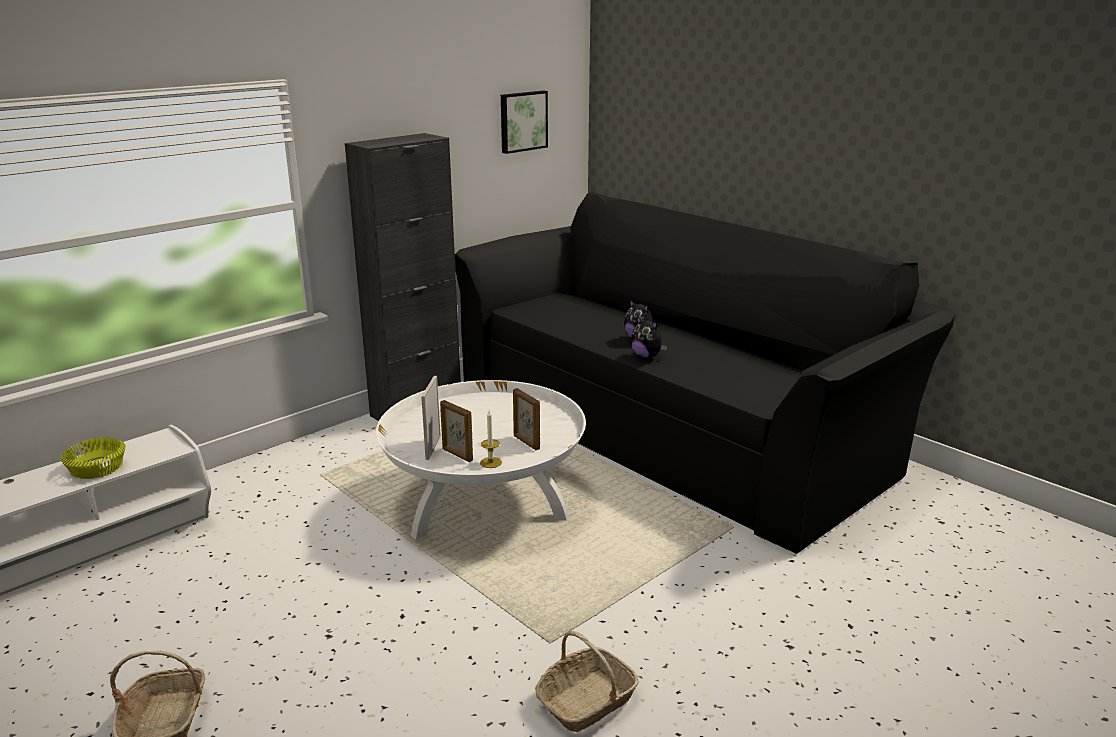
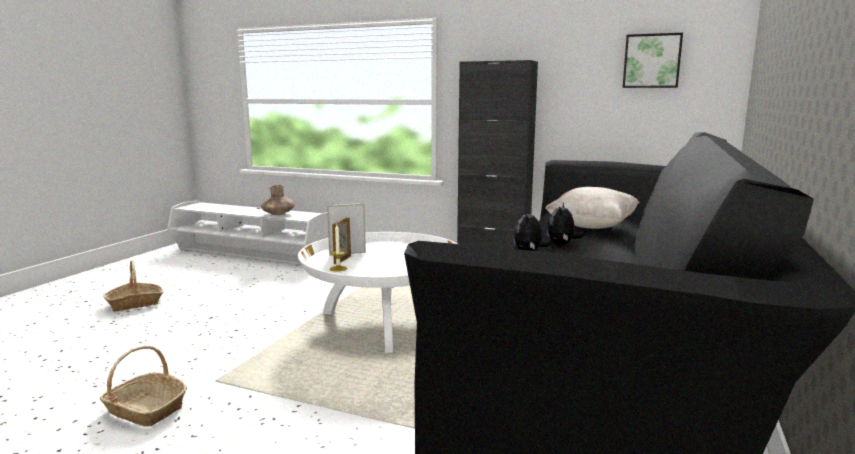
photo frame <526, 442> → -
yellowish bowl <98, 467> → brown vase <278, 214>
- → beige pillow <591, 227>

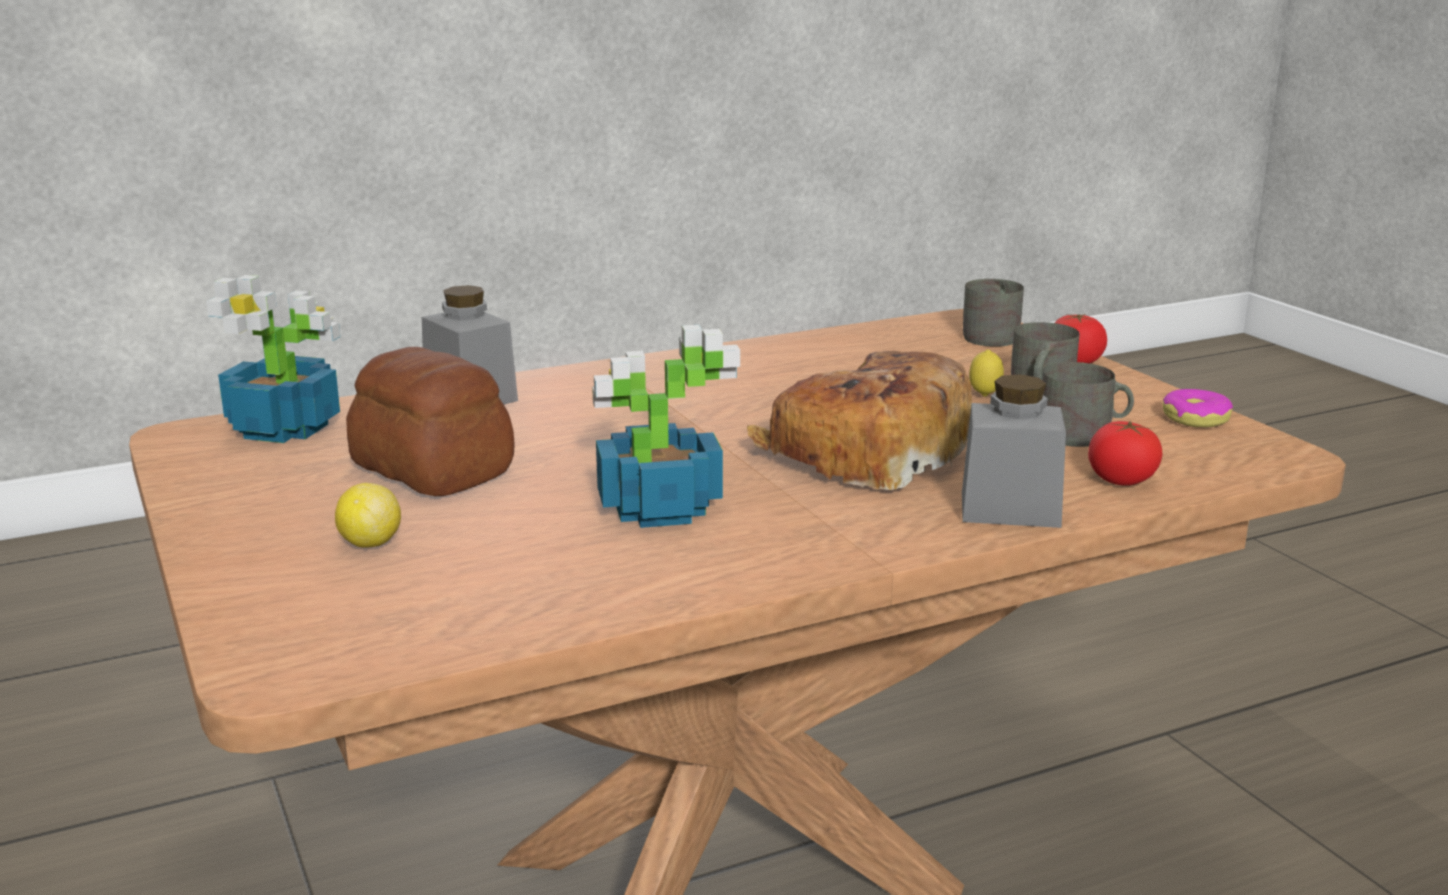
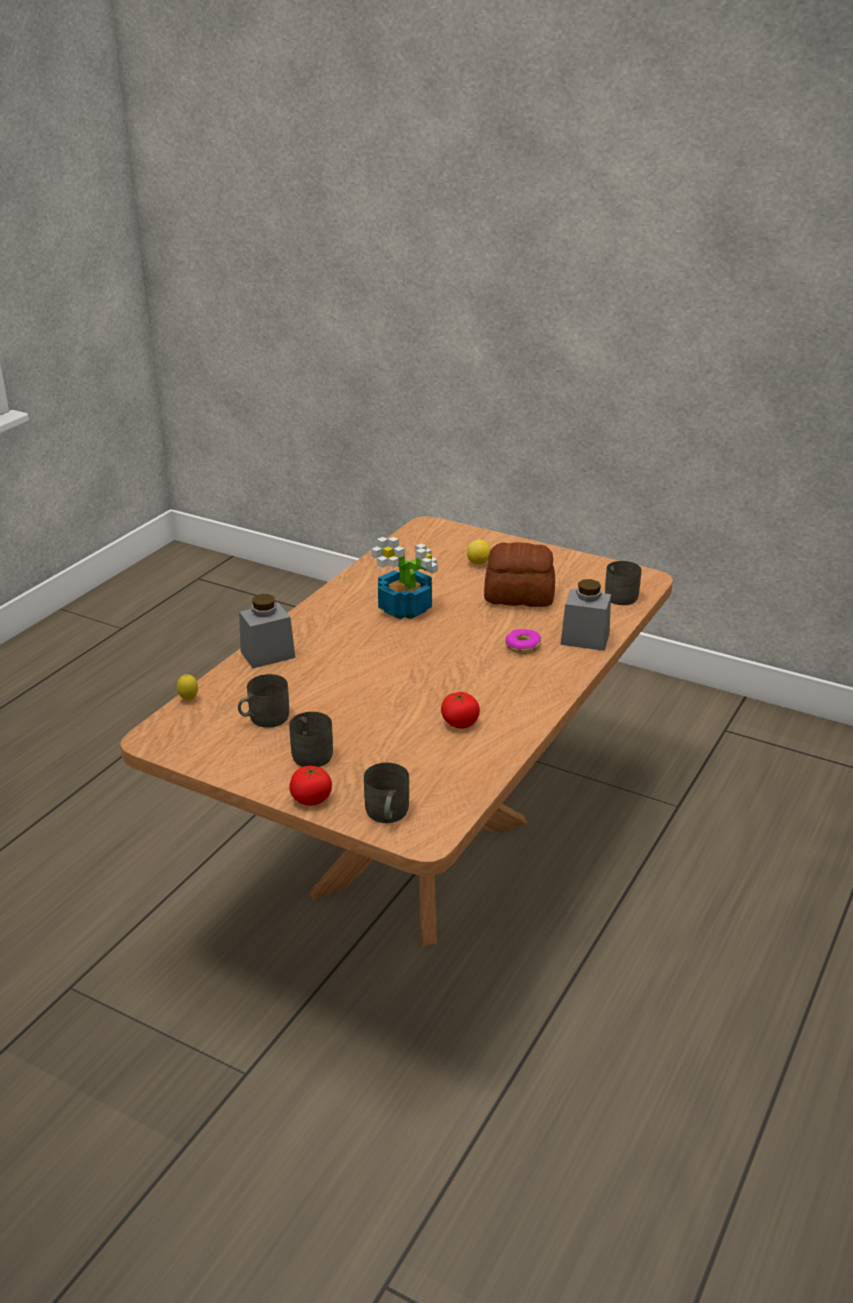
plant in a pot <286, 427> → greyish mug <618, 595>
lemon <984, 396> → lemon <189, 699>, relocated
bakery bread <864, 453> → -
donut <1196, 419> → donut <522, 646>, relocated
tomato <1122, 480> → tomato <460, 723>, relocated

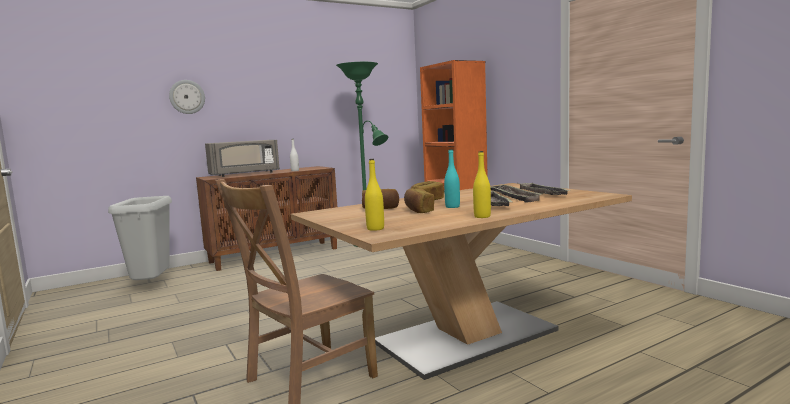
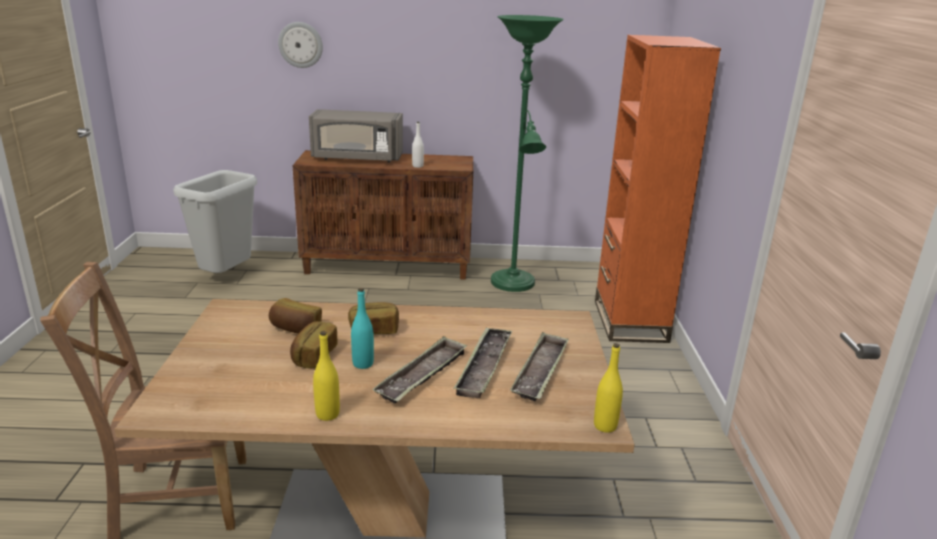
yellowish beverage bottle <375, 229> → yellowish beverage bottle <605, 426>, relocated

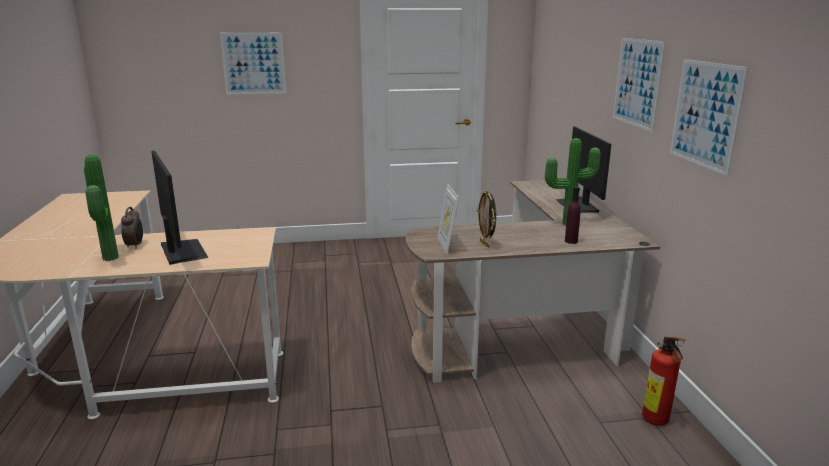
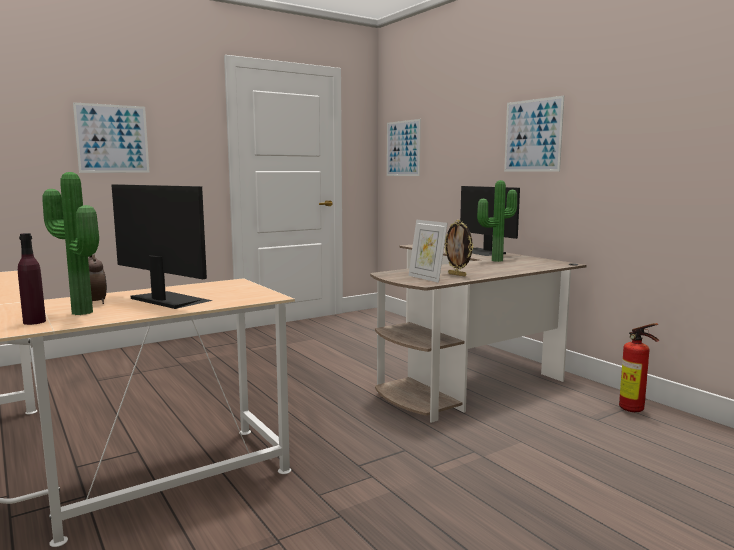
wall picture <705, 114> → wall picture <403, 148>, relocated
purple-coloured beverage bottle <571, 241> → purple-coloured beverage bottle <34, 322>, relocated

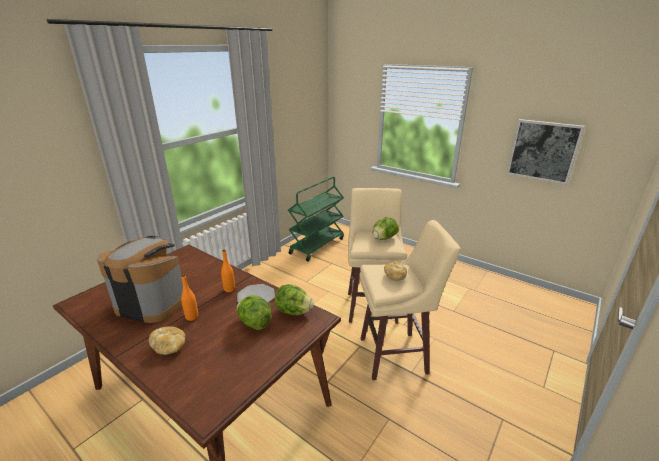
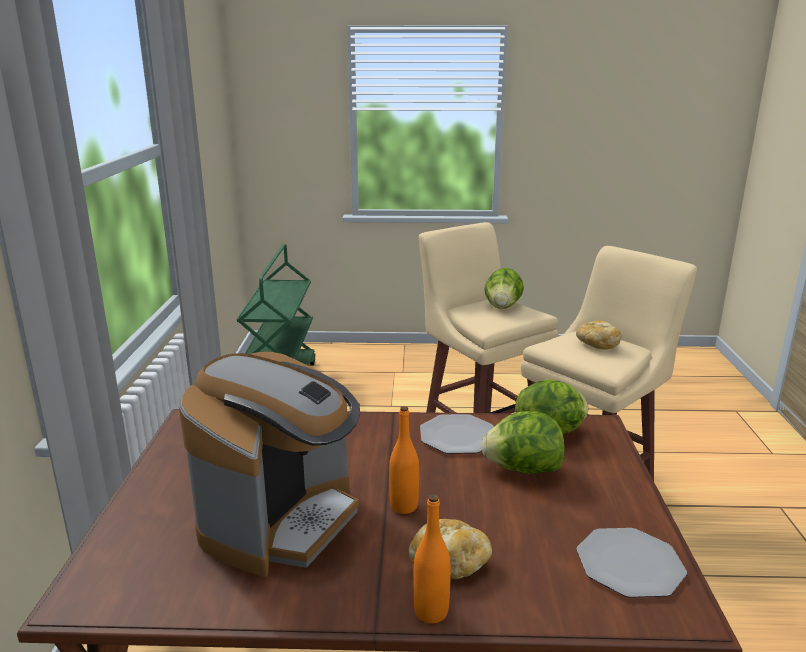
wall picture <543, 151> → -
coffee machine <152, 303> → coffee machine <282, 520>, 135 degrees clockwise
orange beverage bottle <229, 289> → orange beverage bottle <431, 612>, relocated
- → dinner plate <629, 564>

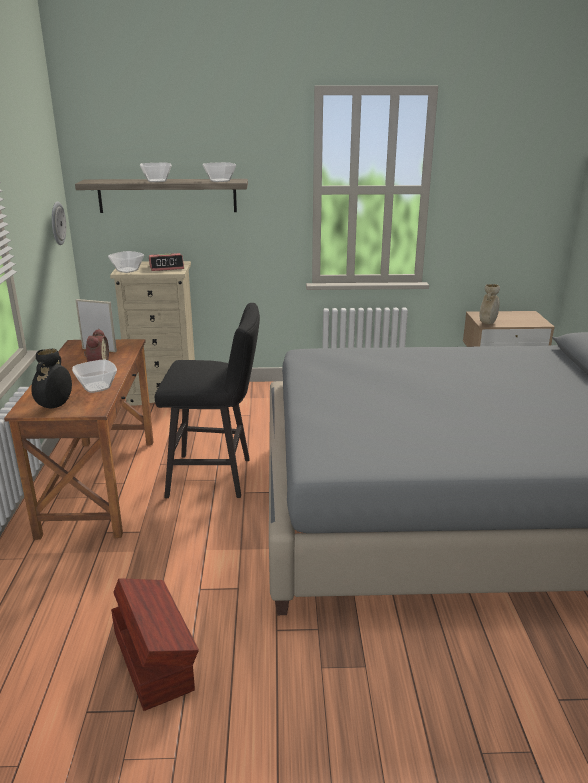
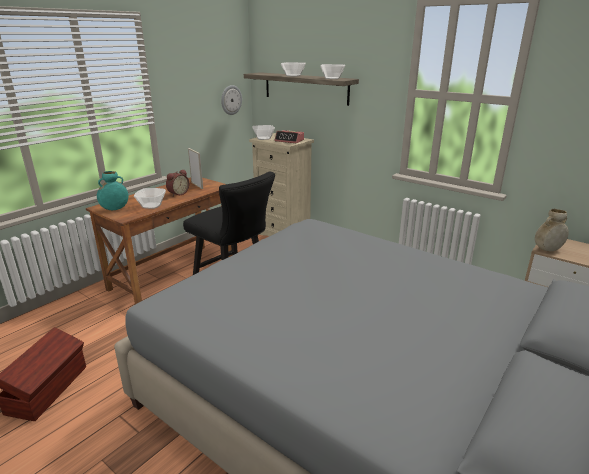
blackish vase <55, 405> → turquoise vase <115, 209>

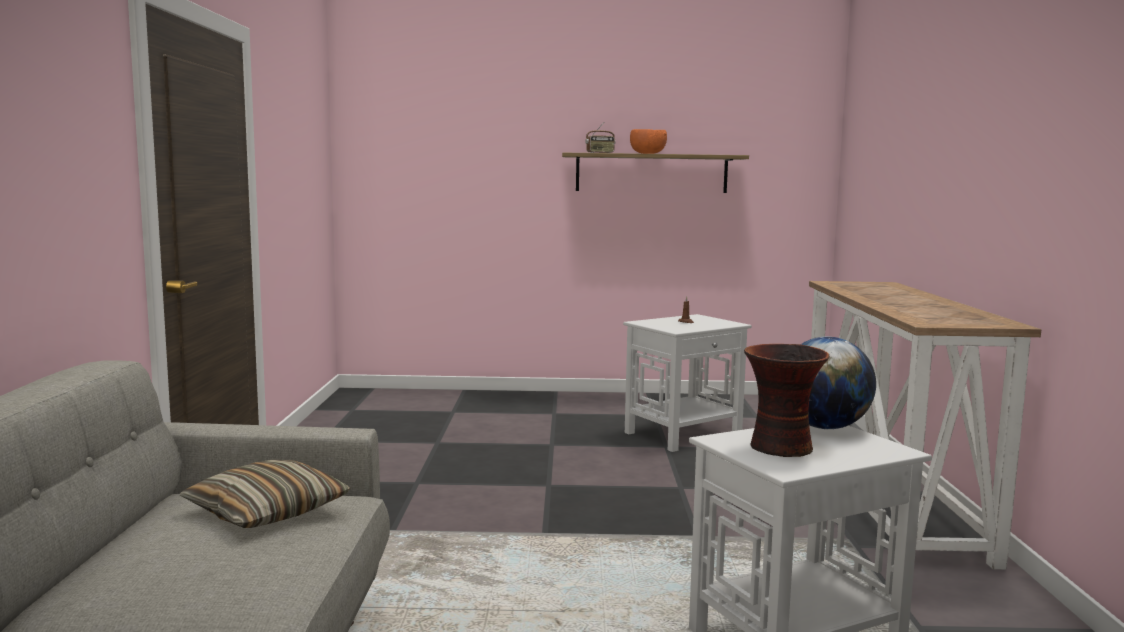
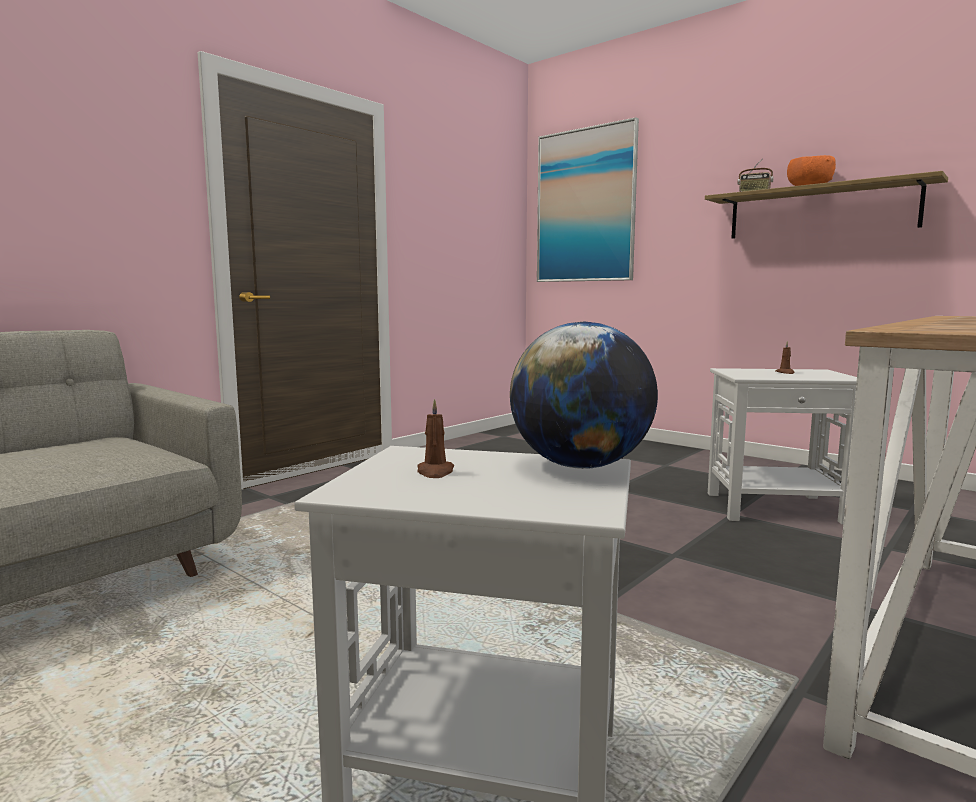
vase <781, 448> → brown candle <435, 472>
pillow <267, 511> → -
- → wall picture <585, 206>

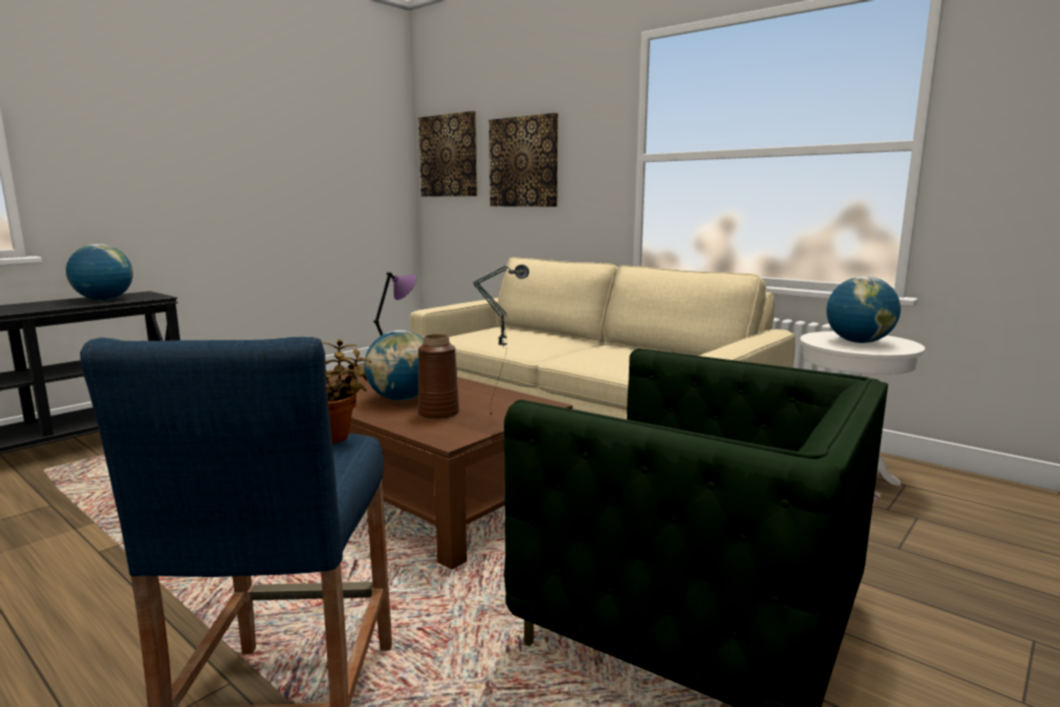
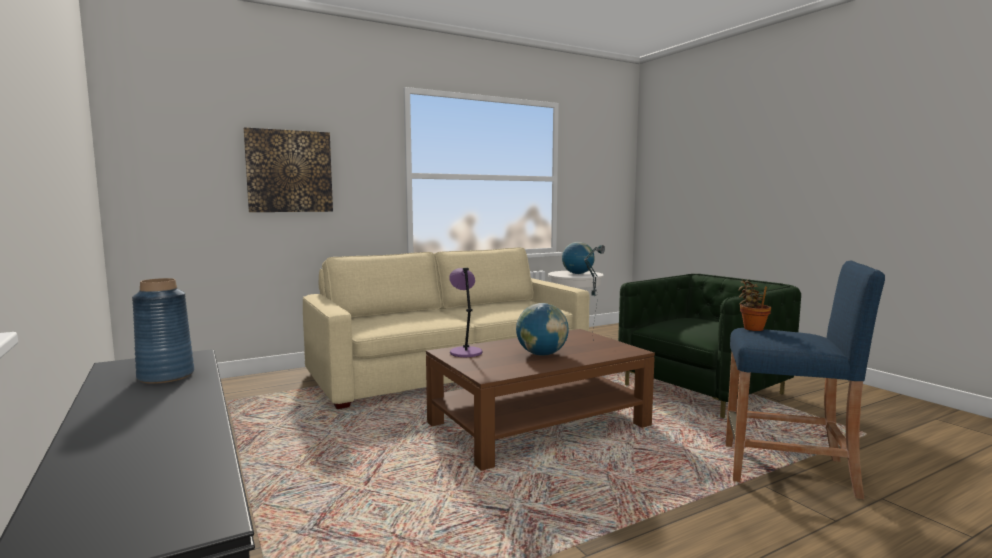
wall picture <449, 156> → -
globe <104, 300> → bluish vase <166, 376>
brown vase <438, 413> → -

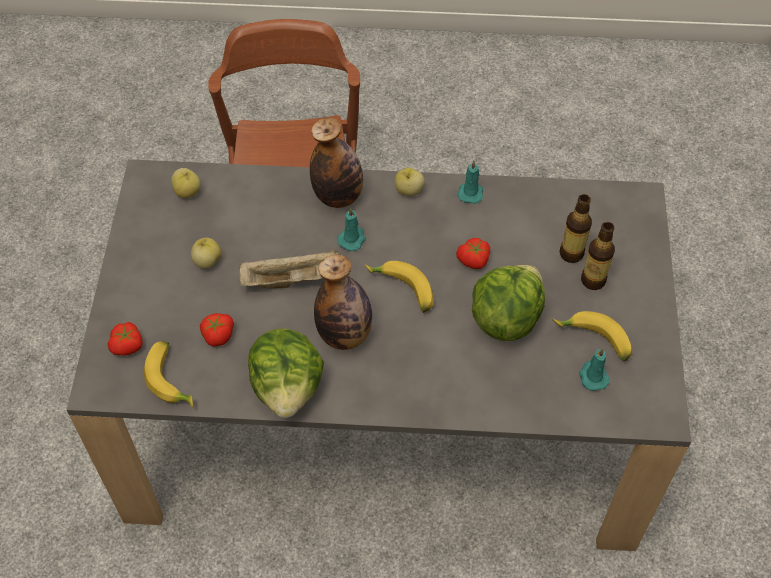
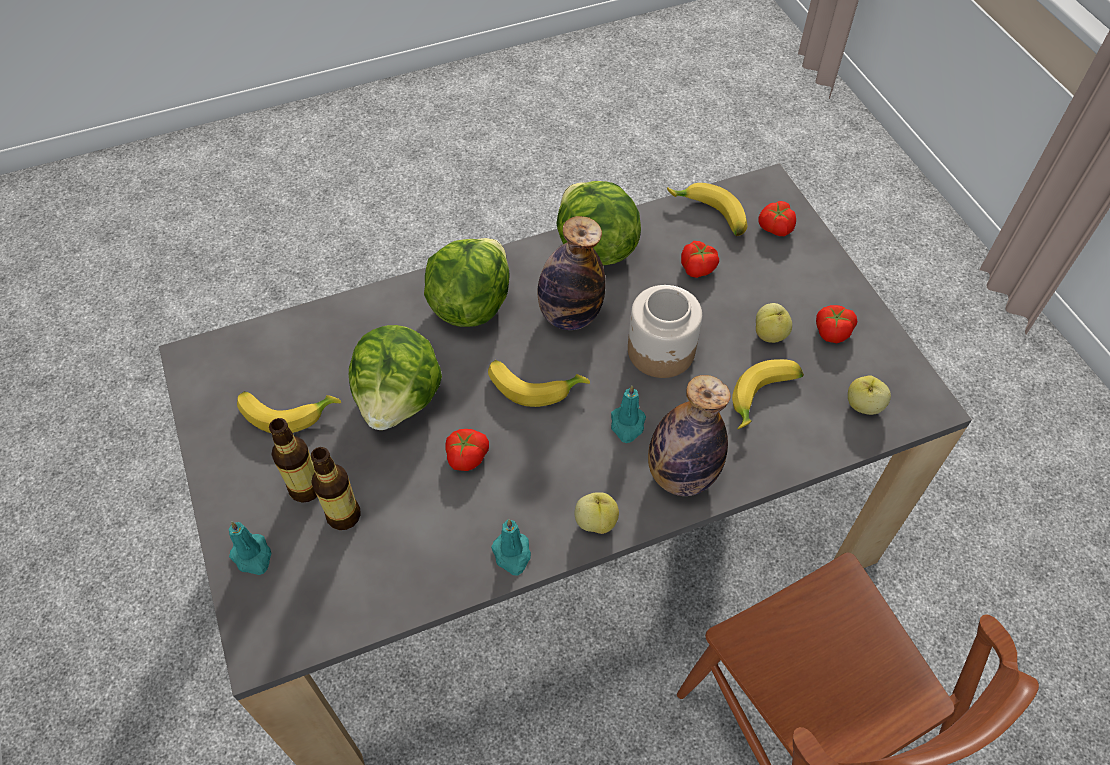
beige serving tray <294, 279> → storage jar <661, 351>
turquoise candle <592, 376> → turquoise candle <253, 556>, relocated
- → lettuce <470, 304>
- → tomato <831, 331>
- → whole banana <764, 399>

